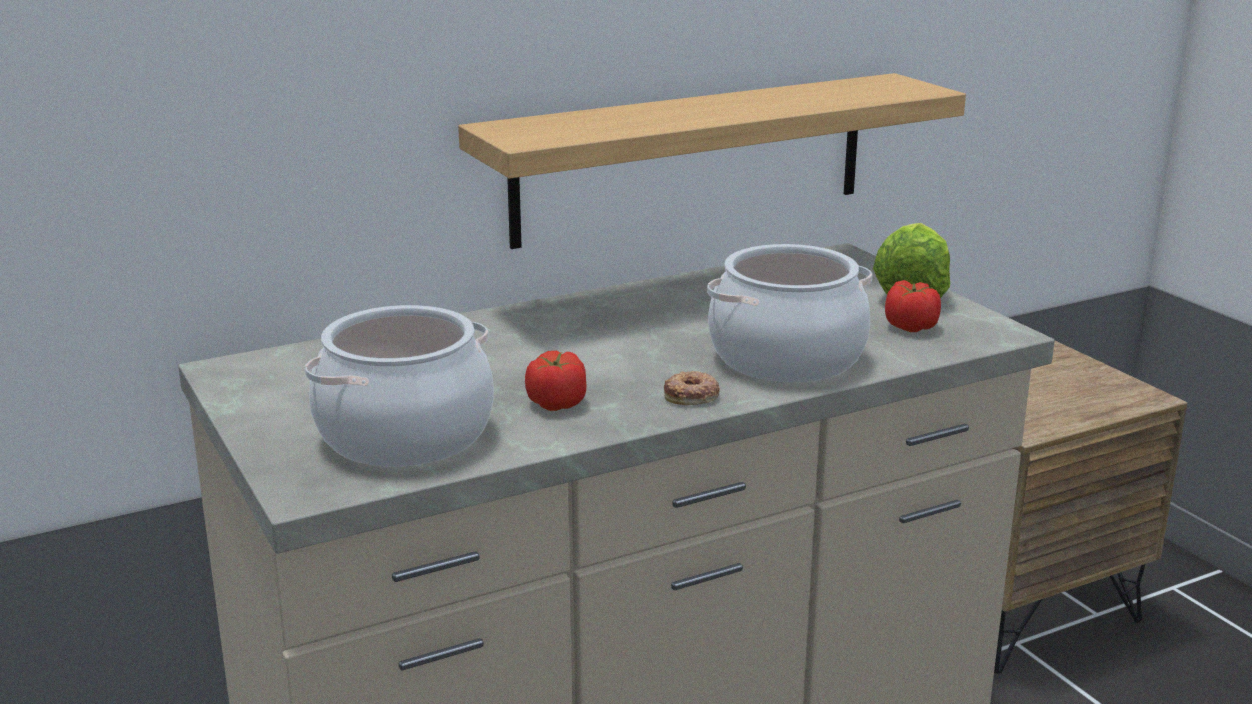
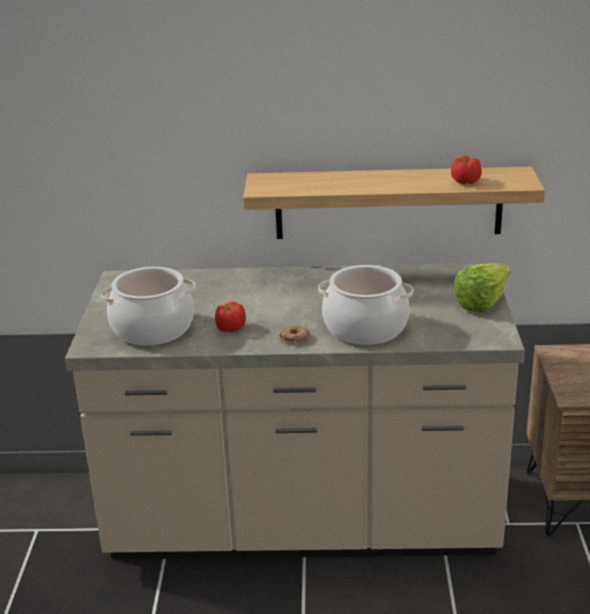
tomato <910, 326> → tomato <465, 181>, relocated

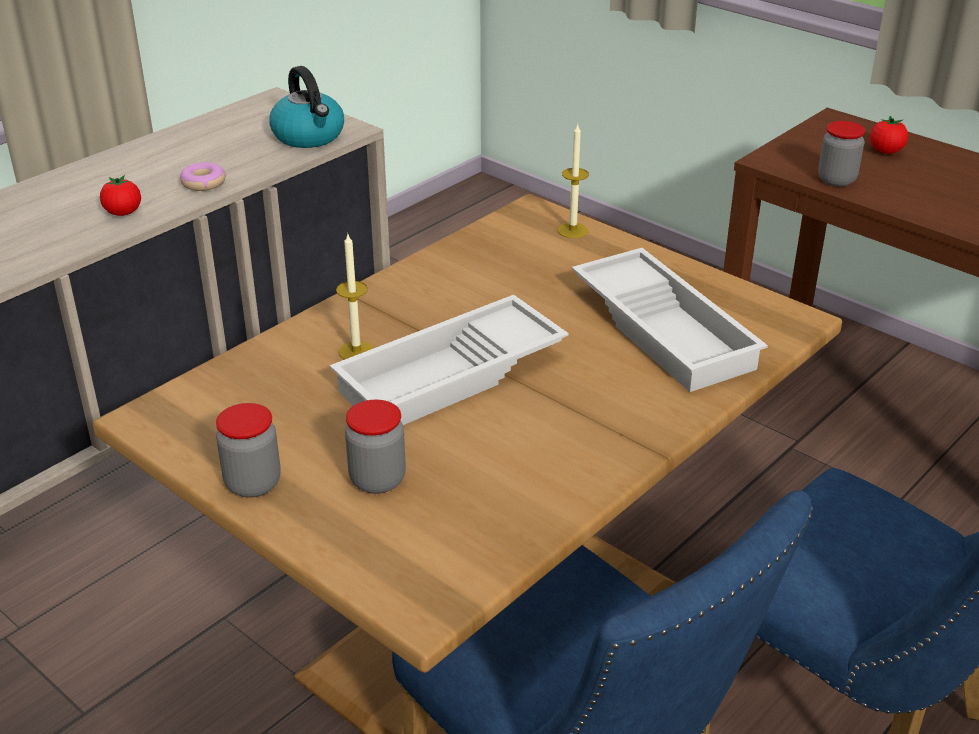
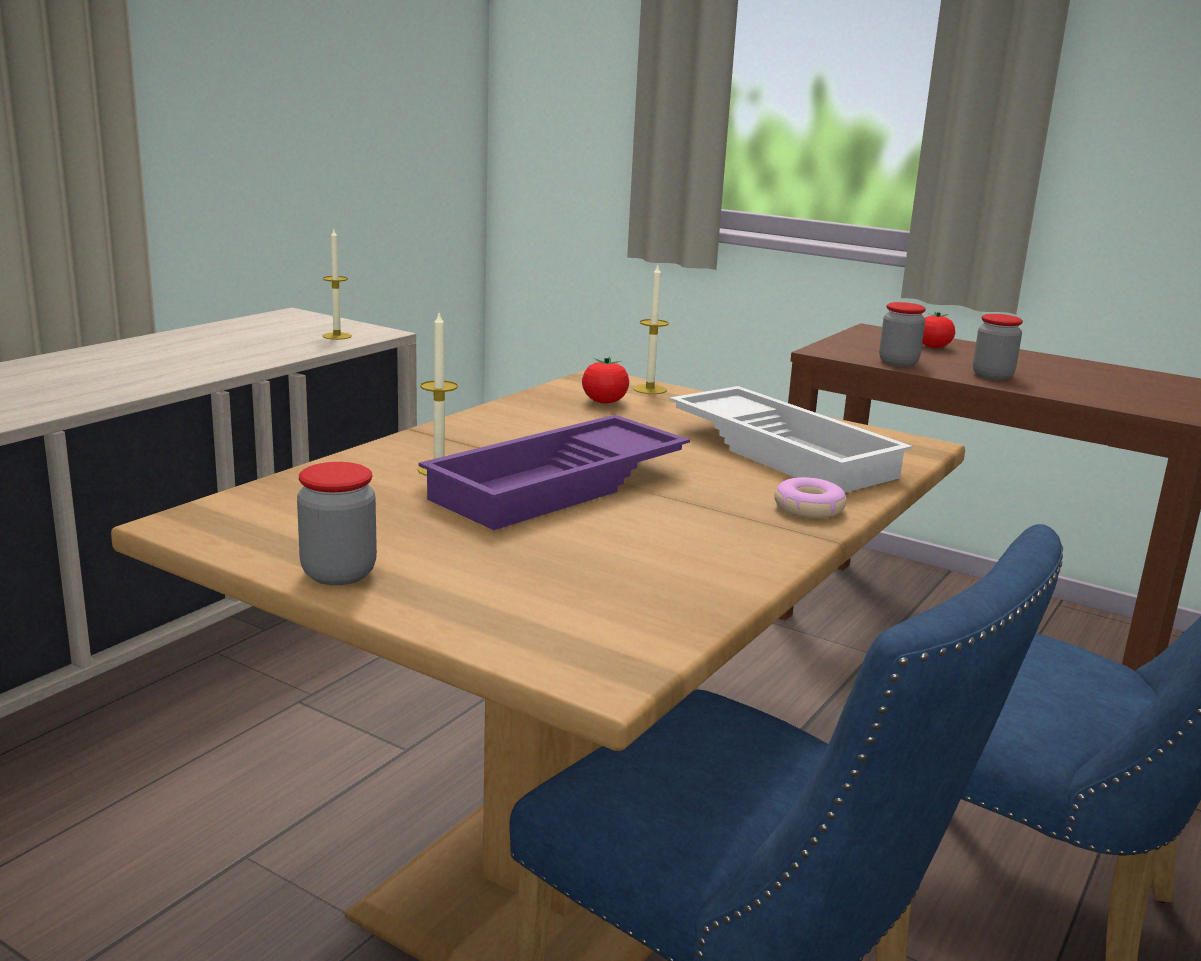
tea kettle <309, 136> → candle <337, 336>
donut <203, 183> → donut <808, 509>, relocated
tomato <123, 213> → tomato <604, 402>, relocated
whitish serving tray <451, 377> → purple-coloured serving tray <560, 487>
storage jar <377, 480> → storage jar <992, 376>, relocated

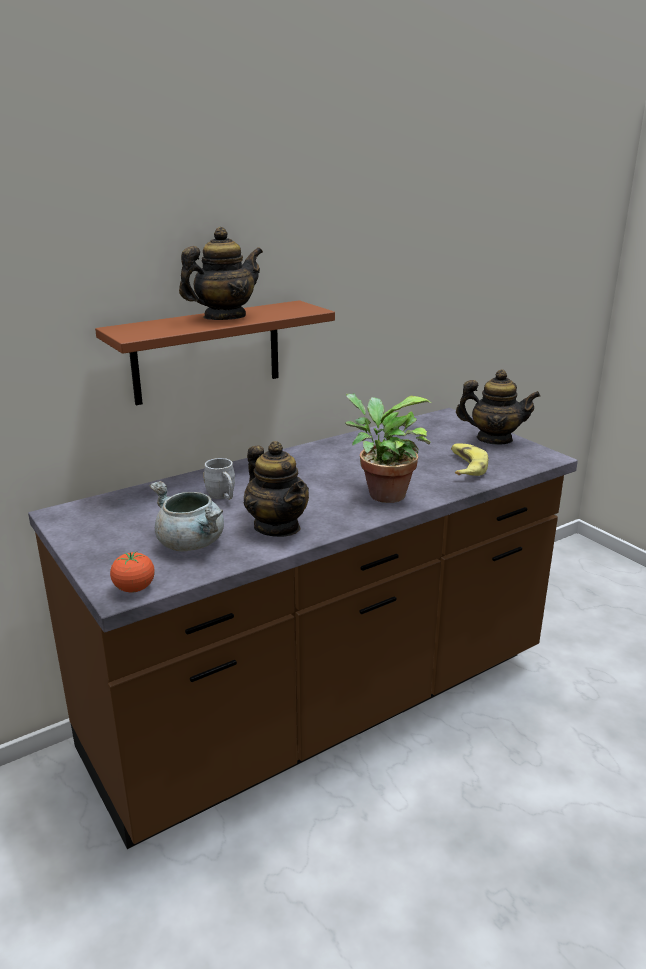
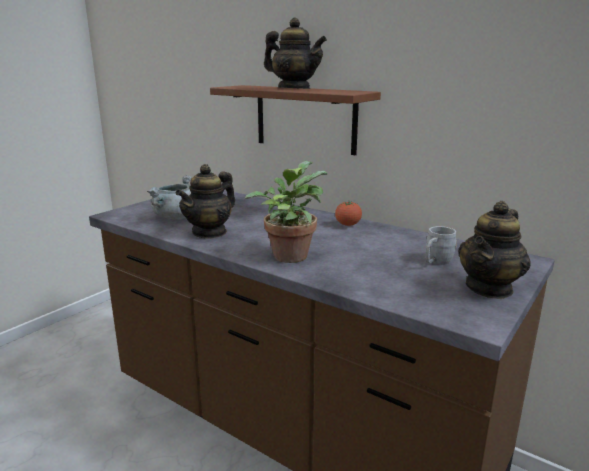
teapot <494, 439> → teapot <489, 288>, 45 degrees clockwise
whole banana <465, 466> → -
greyish mug <223, 497> → greyish mug <436, 262>, relocated
tomato <134, 589> → tomato <348, 225>, relocated

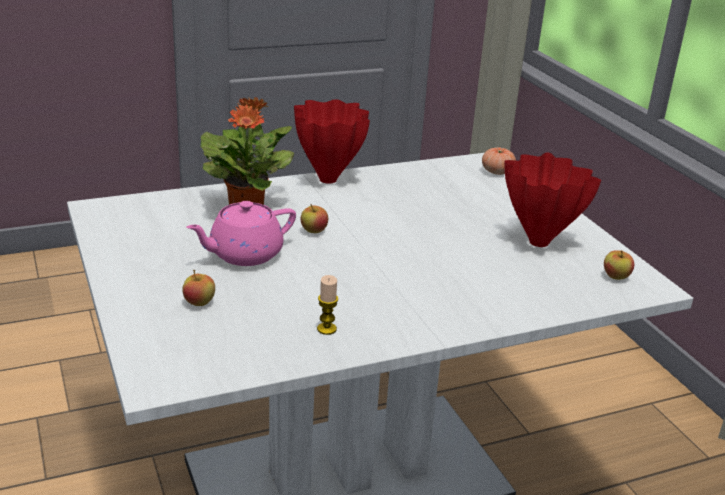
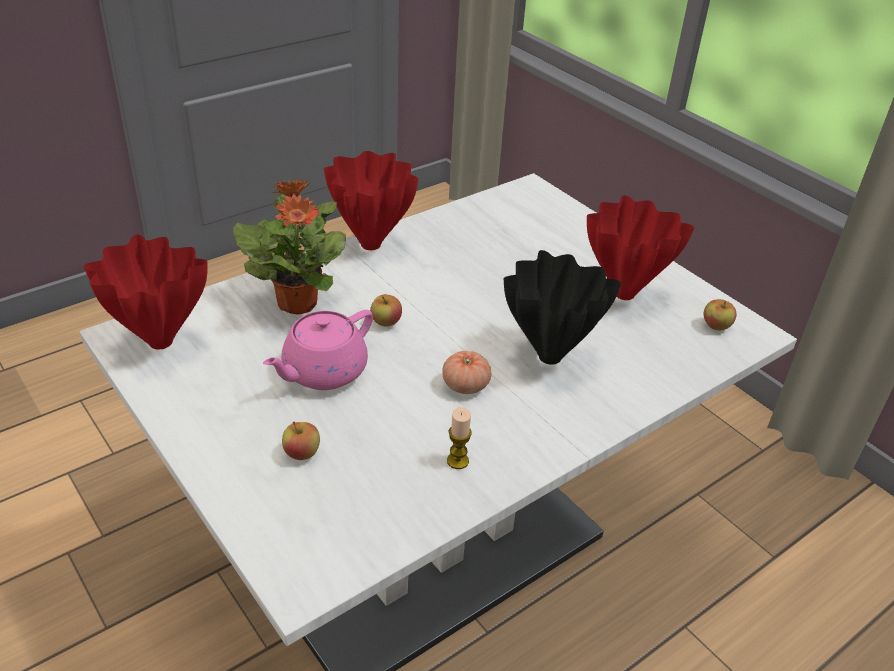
tomato <497, 172> → tomato <465, 385>, relocated
- → red-coloured vase <158, 342>
- → blackish vase <547, 357>

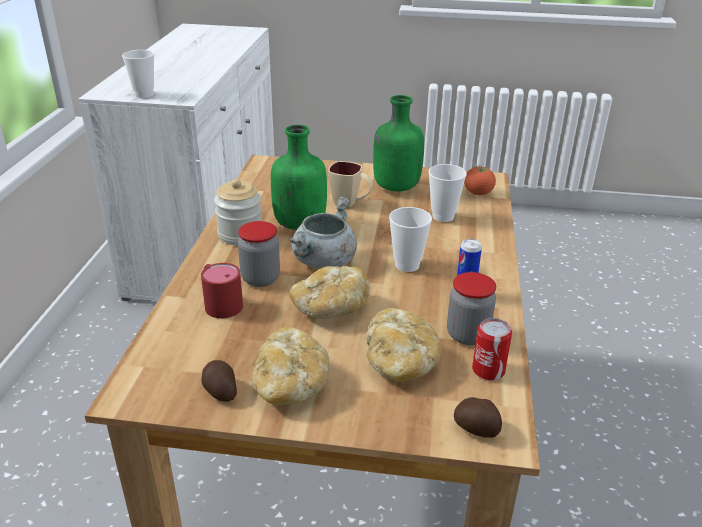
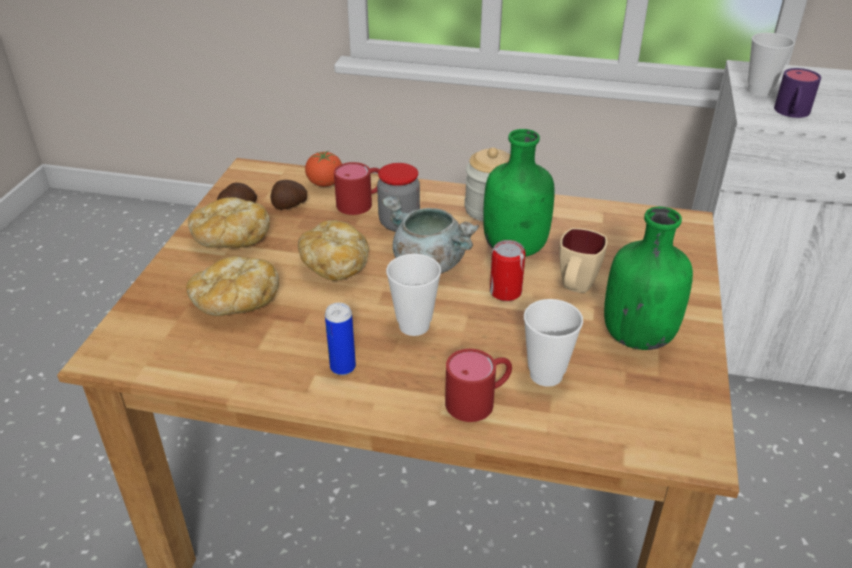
tomato <478, 193> → tomato <325, 184>, relocated
storage jar <467, 335> → -
sealed can <488, 370> → sealed can <505, 292>, relocated
potato <477, 429> → potato <289, 206>, relocated
- → purple-coloured mug <791, 113>
- → red-coloured mug <479, 399>

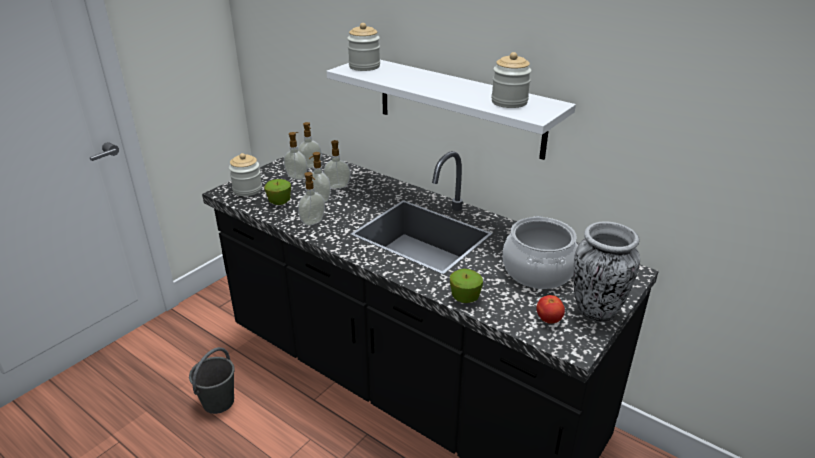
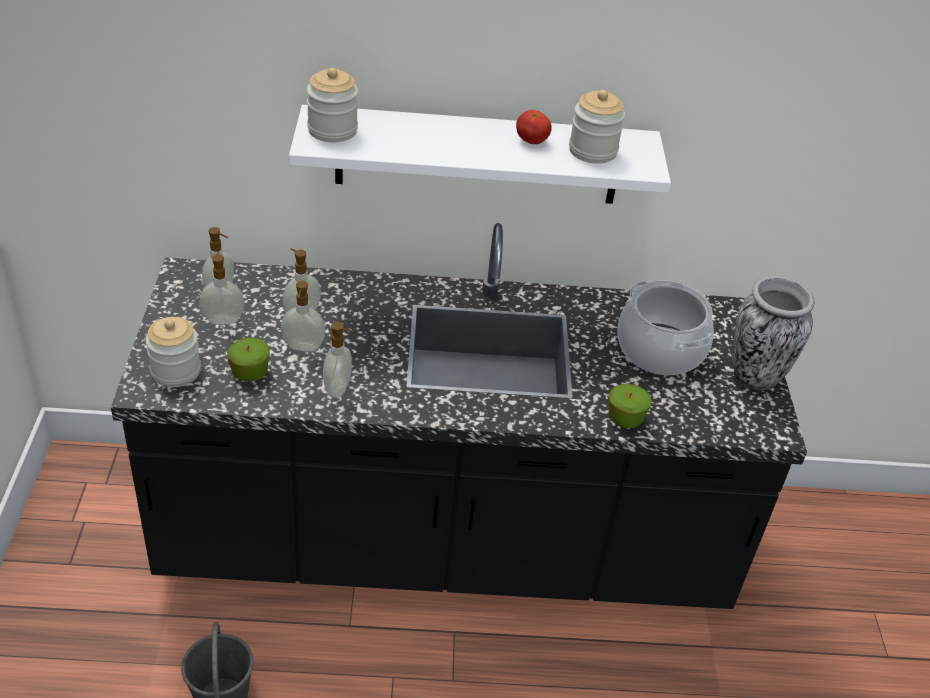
tomato <548, 319> → tomato <531, 141>, relocated

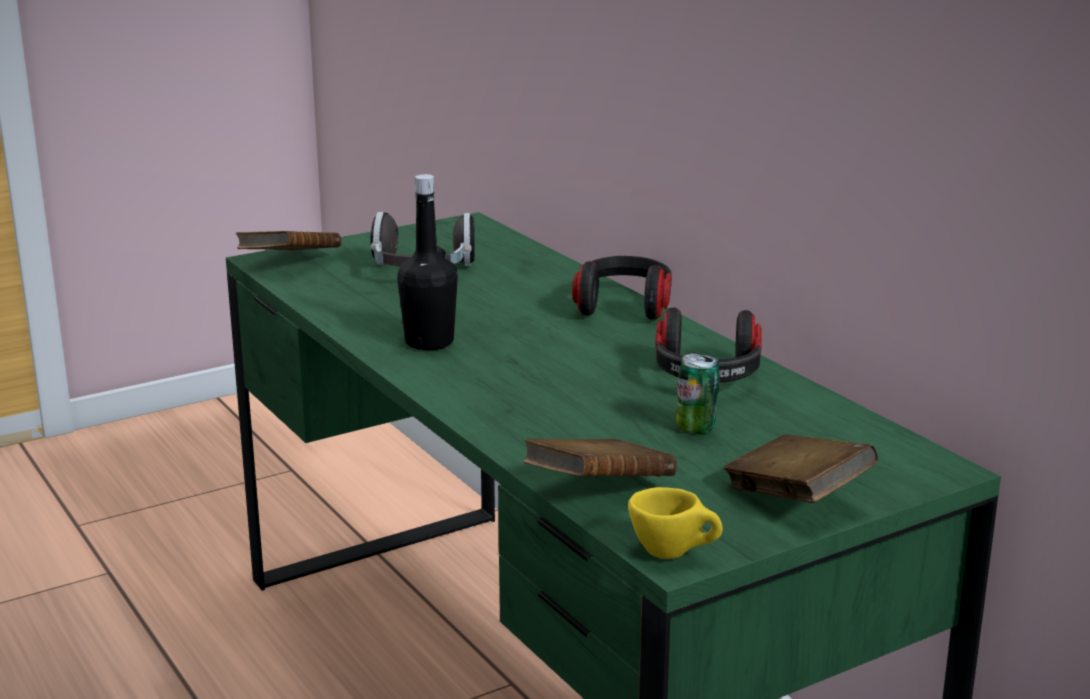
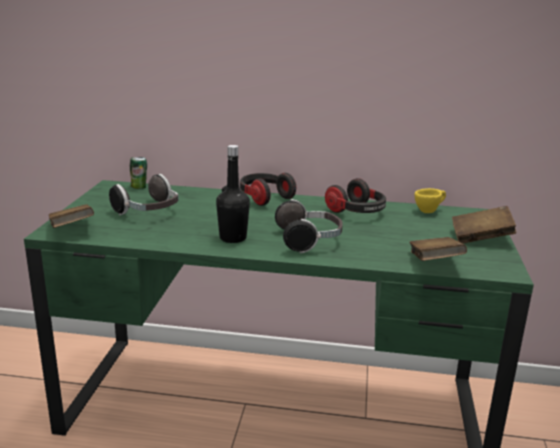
sealed can <695, 428> → sealed can <139, 187>, relocated
yellowish small cup <674, 554> → yellowish small cup <429, 211>, relocated
- → headset <309, 240>

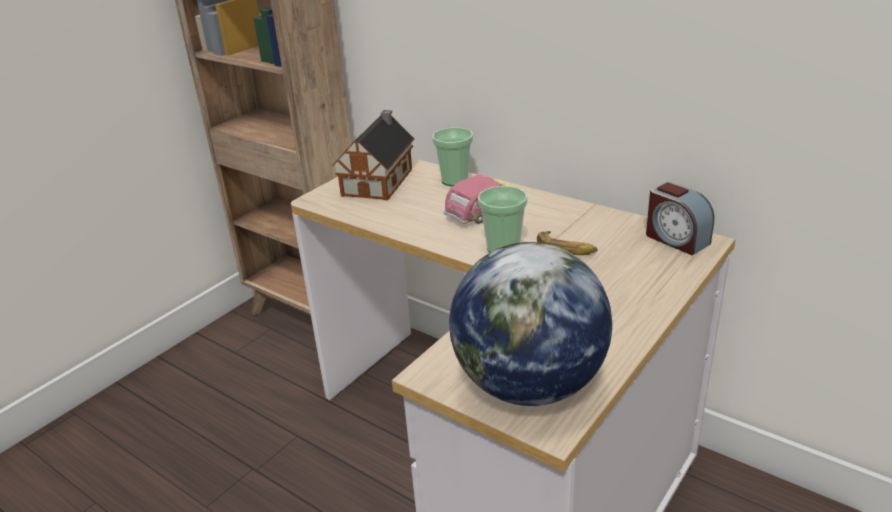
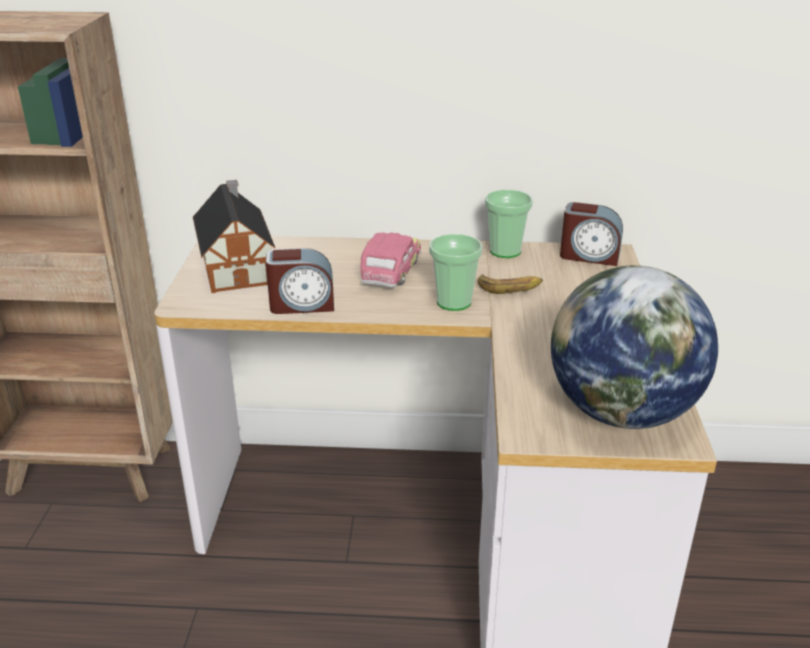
small cup <454, 180> → small cup <505, 251>, relocated
- → table clock <302, 304>

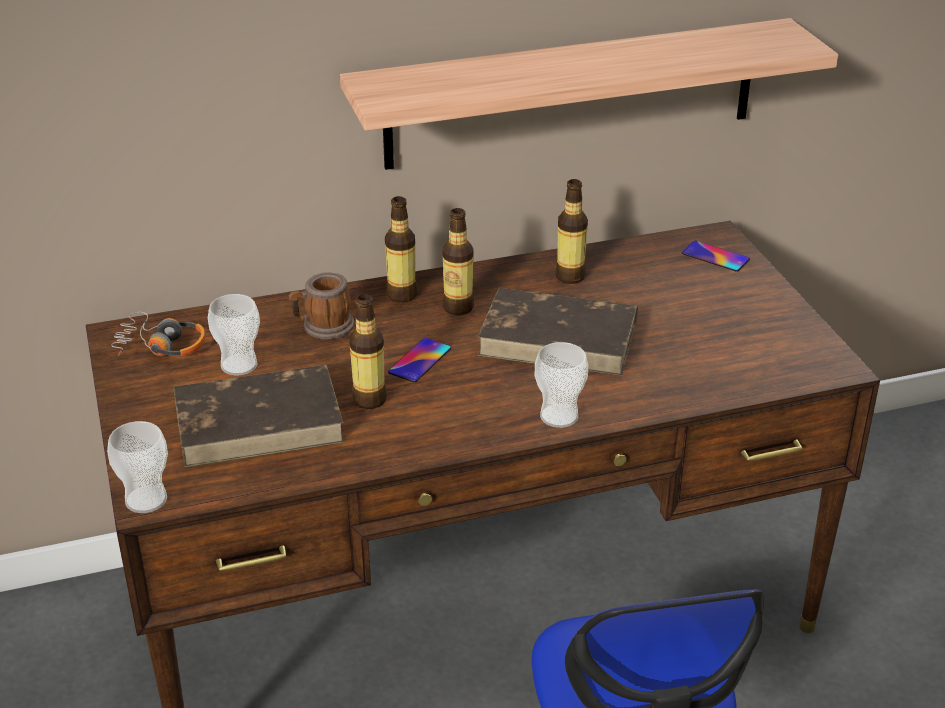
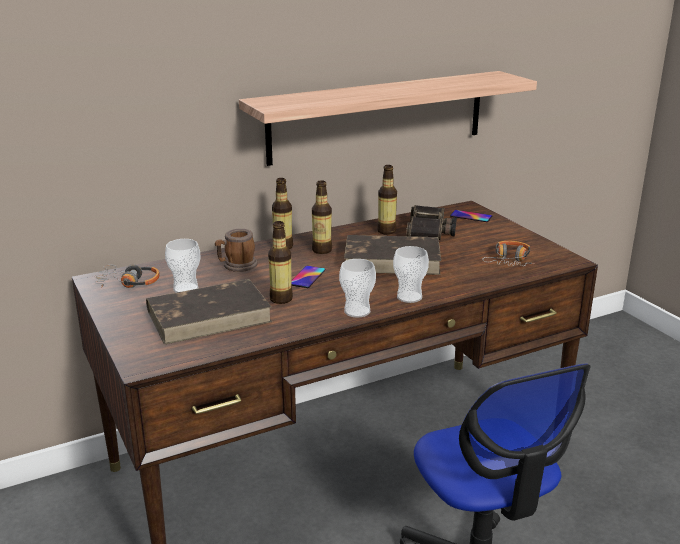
small cup <146, 499> → small cup <357, 311>, relocated
- → binoculars <430, 231>
- → headset <510, 261>

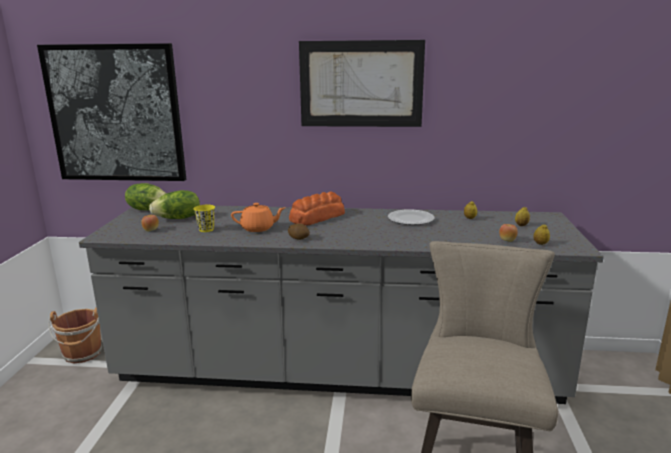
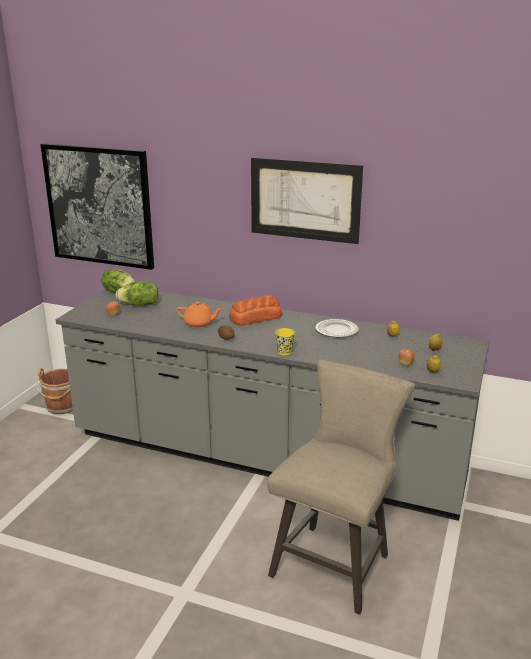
yellowish small cup <206, 229> → yellowish small cup <284, 352>, relocated

